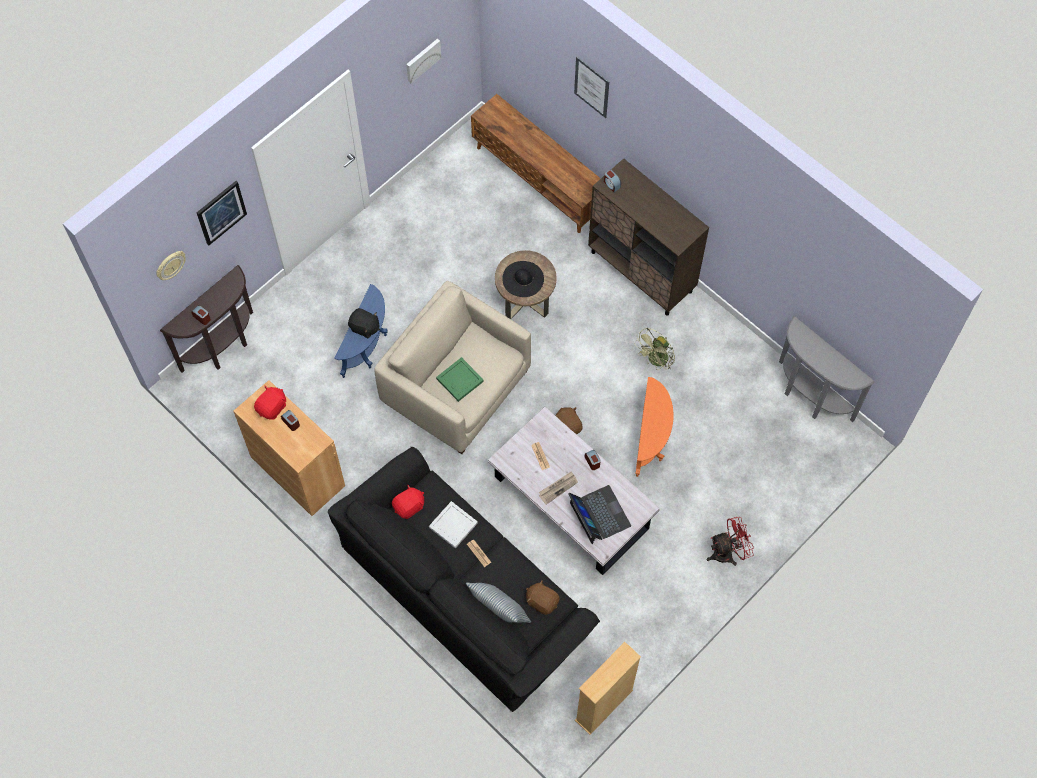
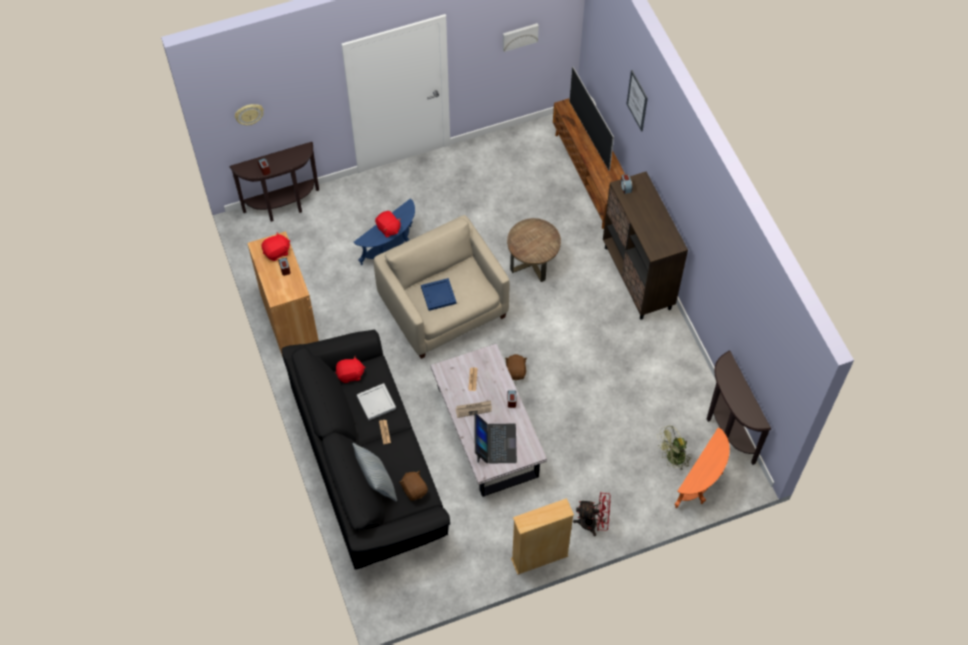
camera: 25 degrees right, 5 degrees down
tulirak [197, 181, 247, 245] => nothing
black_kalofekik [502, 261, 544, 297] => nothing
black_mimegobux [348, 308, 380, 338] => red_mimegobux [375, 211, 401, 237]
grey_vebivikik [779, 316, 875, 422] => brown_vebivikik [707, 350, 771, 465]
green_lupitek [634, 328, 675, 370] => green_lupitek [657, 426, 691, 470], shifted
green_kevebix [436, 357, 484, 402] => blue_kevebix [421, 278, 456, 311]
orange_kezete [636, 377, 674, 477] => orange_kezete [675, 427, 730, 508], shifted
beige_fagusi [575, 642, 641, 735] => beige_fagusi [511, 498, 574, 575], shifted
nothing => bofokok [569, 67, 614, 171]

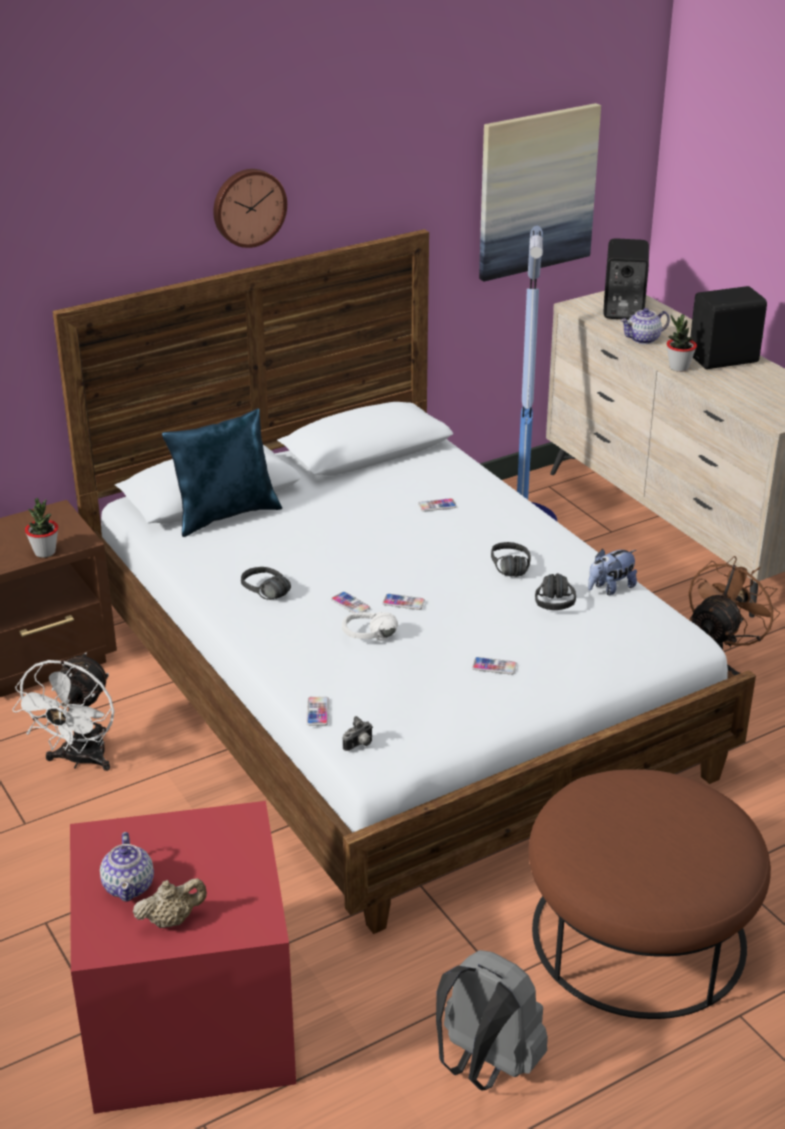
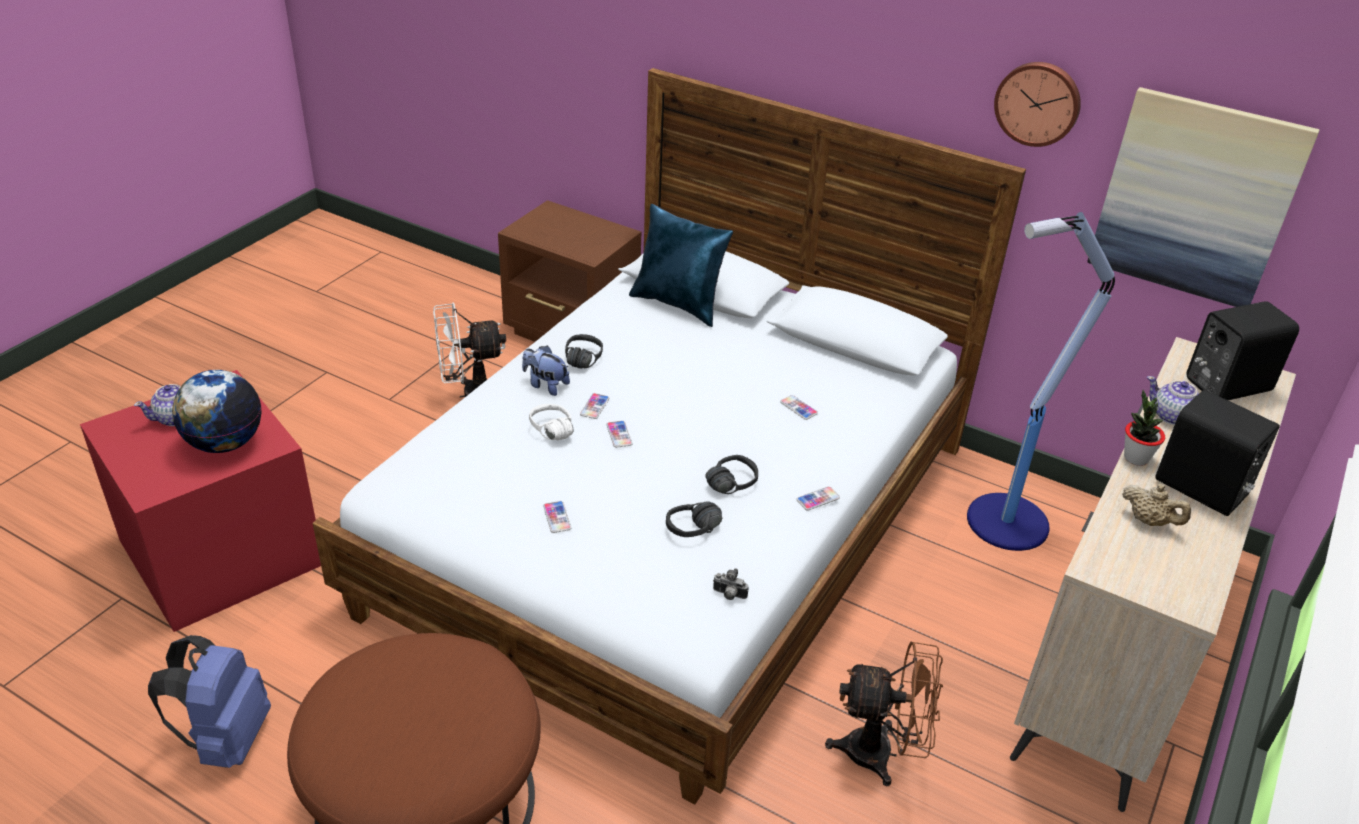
camera: 60 degrees right, 5 degrees up
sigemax [213, 169, 287, 248] => sigemax [994, 62, 1081, 147], shifted
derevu [25, 498, 58, 558] => nothing
mimegobux [588, 549, 637, 595] => mimegobux [522, 346, 570, 396], shifted
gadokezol [306, 697, 329, 726] => gadokezol [796, 486, 840, 511], shifted
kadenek [343, 716, 373, 751] => kadenek [713, 568, 749, 600], shifted
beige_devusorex [133, 878, 207, 928] => beige_devusorex [1122, 484, 1191, 526], shifted
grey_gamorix [436, 950, 548, 1091] => blue_gamorix [148, 635, 271, 768]
nothing => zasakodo [172, 370, 262, 453]

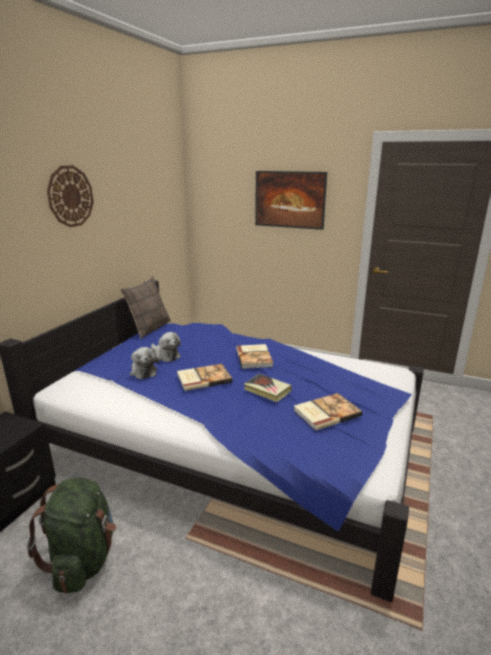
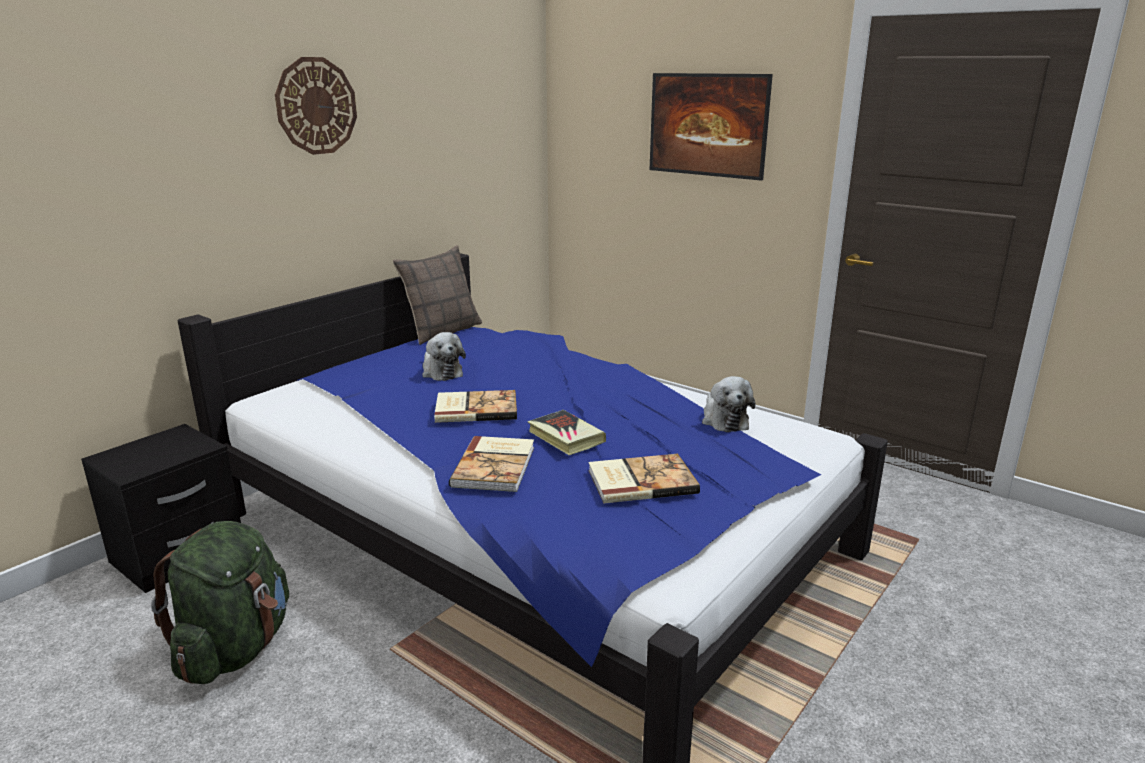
camera: 15 degrees right, 0 degrees up
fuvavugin [236, 344, 273, 369] => fuvavugin [449, 436, 534, 492], shifted
mimegobux [130, 347, 159, 379] => mimegobux [702, 376, 755, 432], shifted

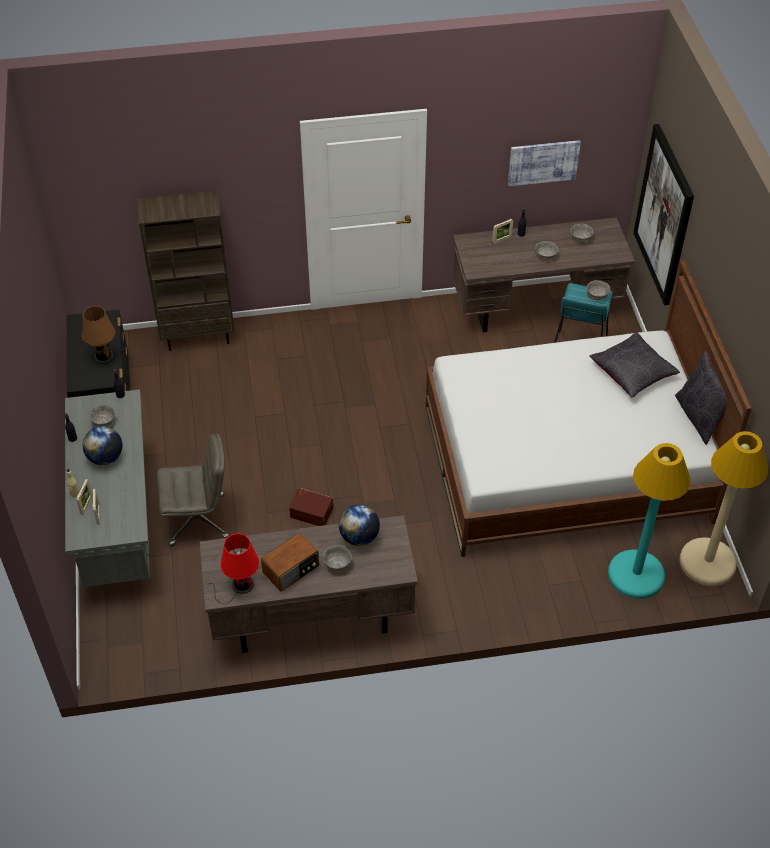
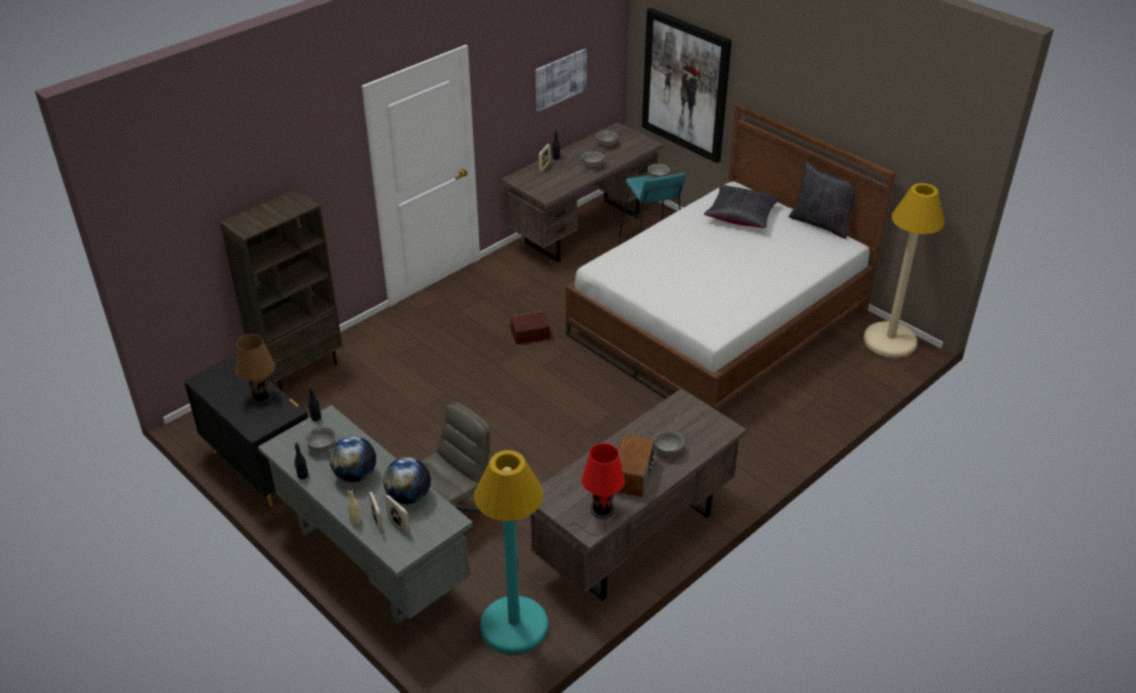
camera: 35 degrees left, 10 degrees down
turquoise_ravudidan [608, 443, 691, 599] => turquoise_ravudidan [474, 450, 548, 654], shifted
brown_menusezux [289, 488, 333, 526] => brown_menusezux [510, 311, 550, 344], shifted
zasakodo [339, 505, 380, 546] => zasakodo [383, 457, 431, 504], shifted

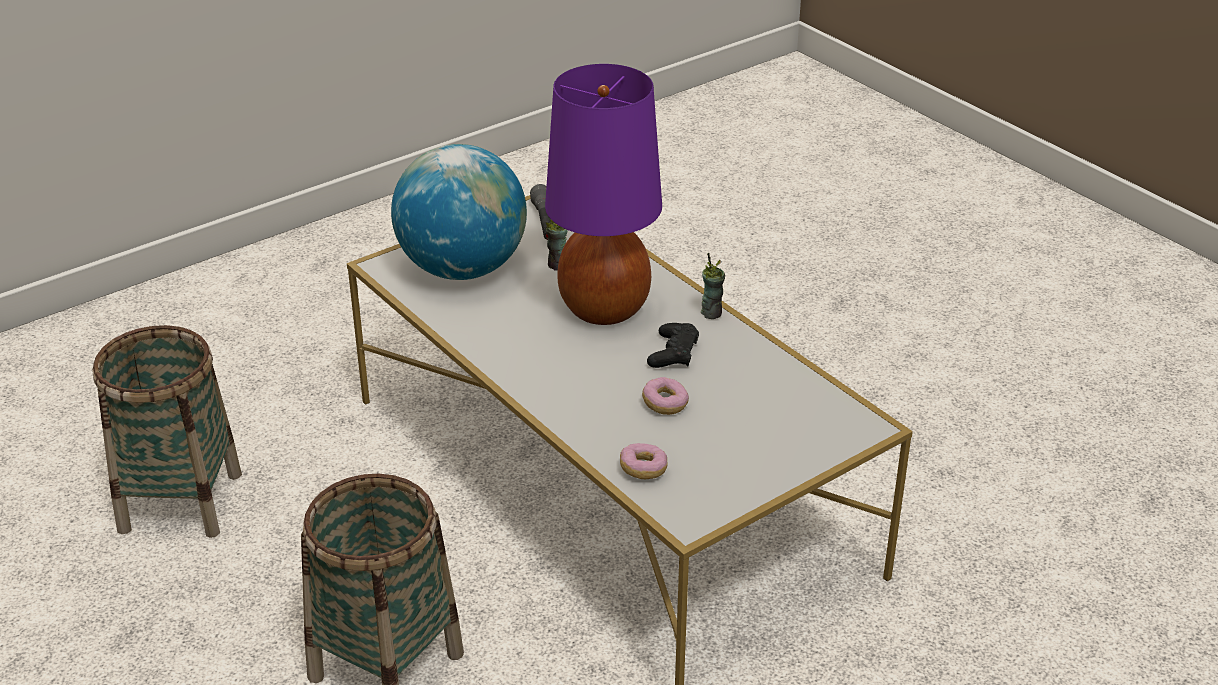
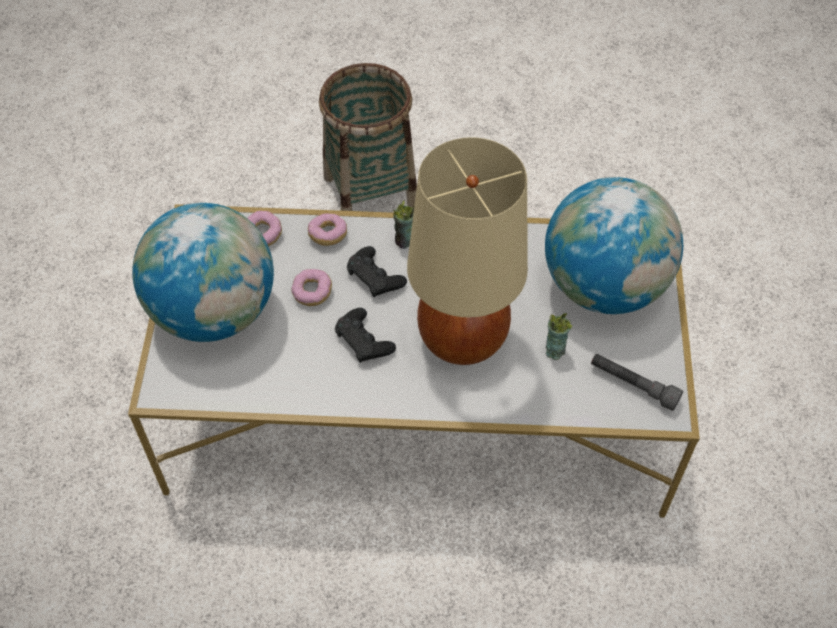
camera: 130 degrees right, 20 degrees up
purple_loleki [545, 64, 662, 325] => beige_loleki [407, 137, 528, 365]
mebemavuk [701, 253, 725, 319] => mebemavuk [393, 201, 415, 249], shifted
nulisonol [92, 325, 242, 538] => nothing
nothing => zasakodo [132, 203, 274, 342]
nothing => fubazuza [308, 213, 347, 246]
nothing => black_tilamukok [347, 246, 407, 297]

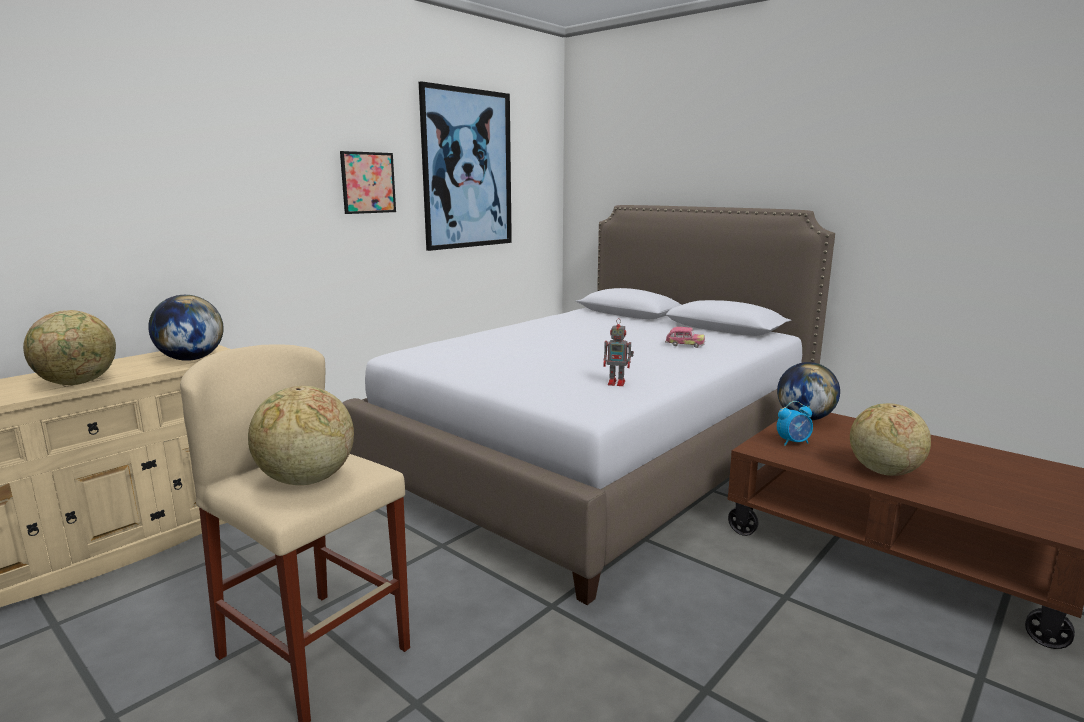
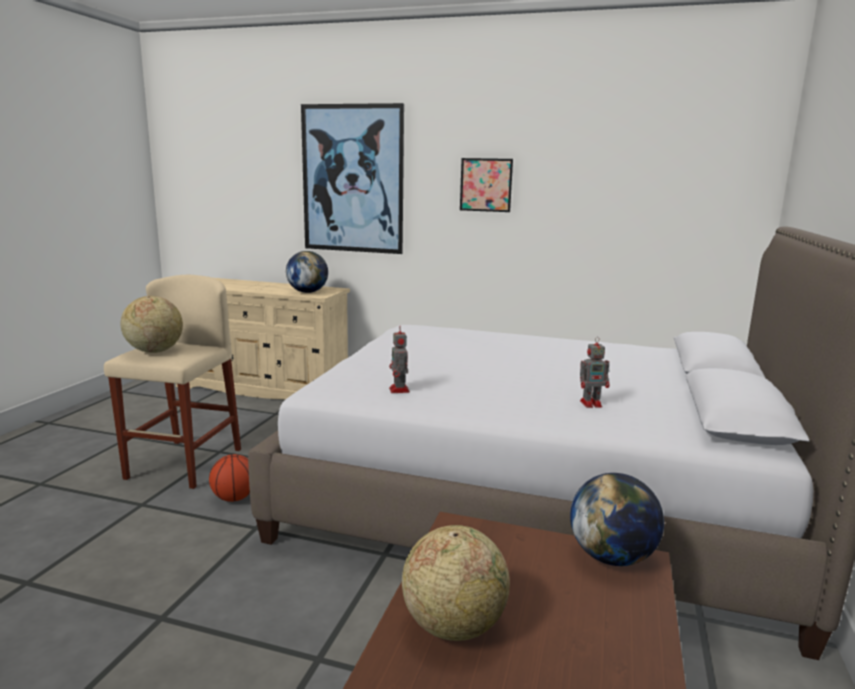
camera: 65 degrees right, 0 degrees up
tulirak [419, 81, 512, 251] => tulirak [301, 103, 404, 254], shifted
zasakodo [23, 310, 116, 385] => nothing
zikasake [665, 327, 705, 348] => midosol [580, 337, 609, 408]
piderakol [777, 401, 813, 446] => nothing
nothing => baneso [209, 454, 250, 502]

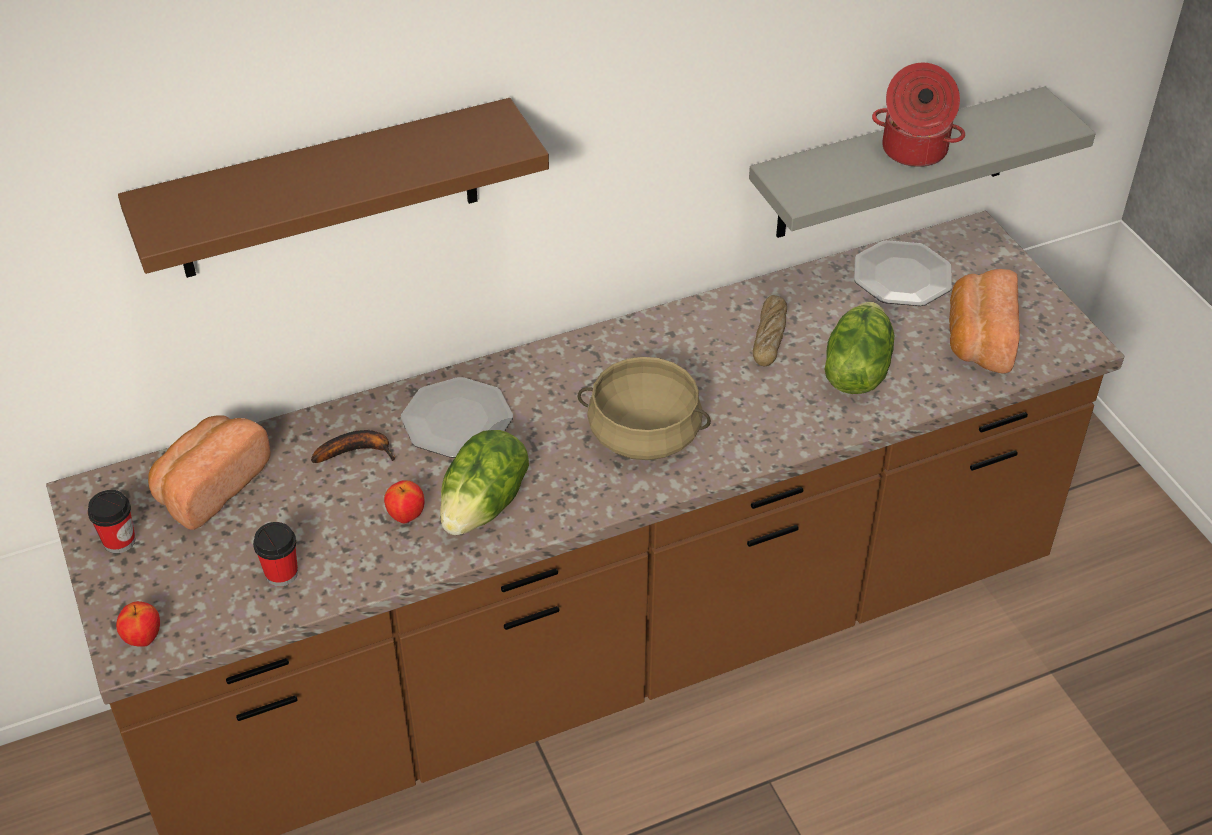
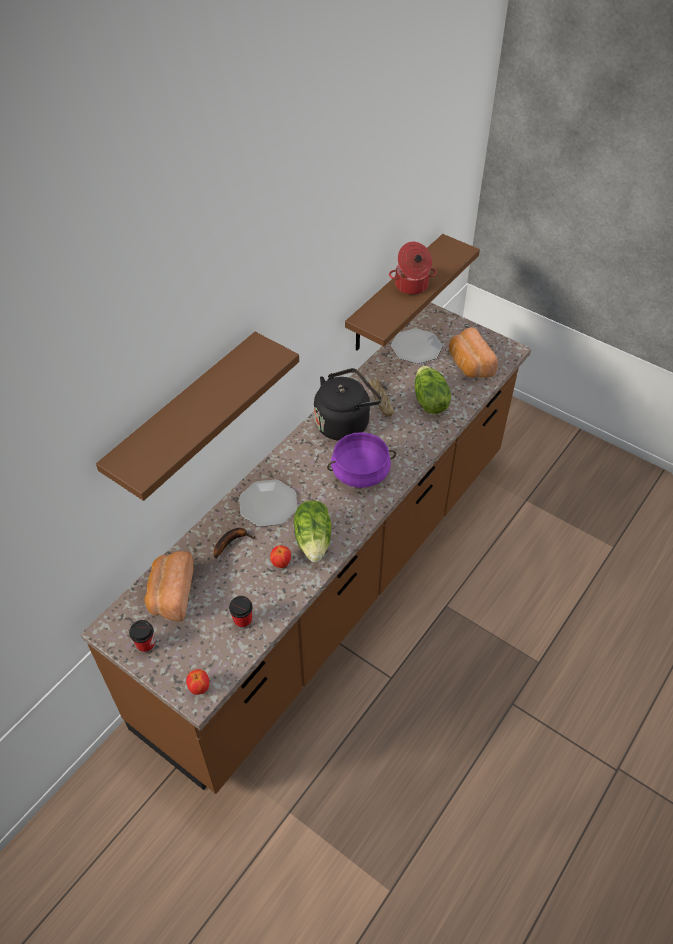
camera: 30 degrees left, 5 degrees up
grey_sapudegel [749, 86, 1096, 238] => brown_sapudegel [345, 234, 480, 351]
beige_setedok [578, 357, 711, 460] => purple_setedok [327, 432, 396, 488]
nothing => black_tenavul [314, 368, 381, 441]

